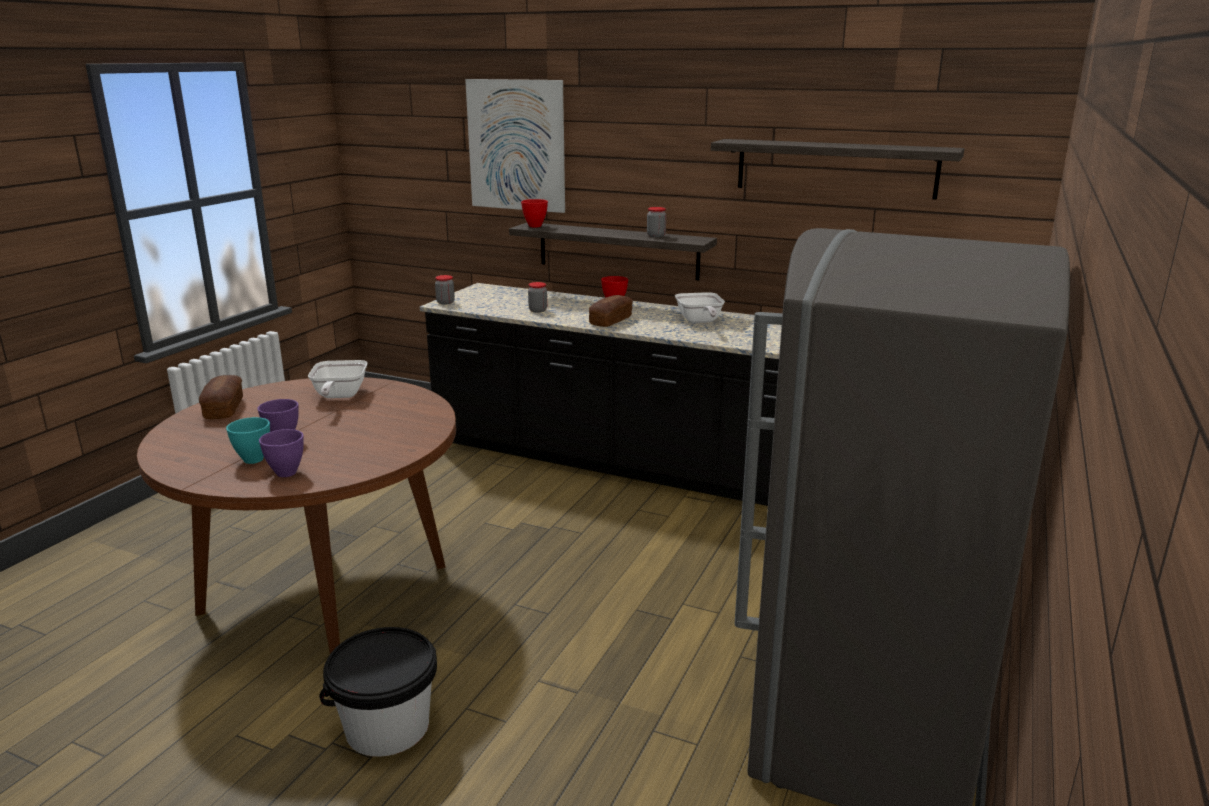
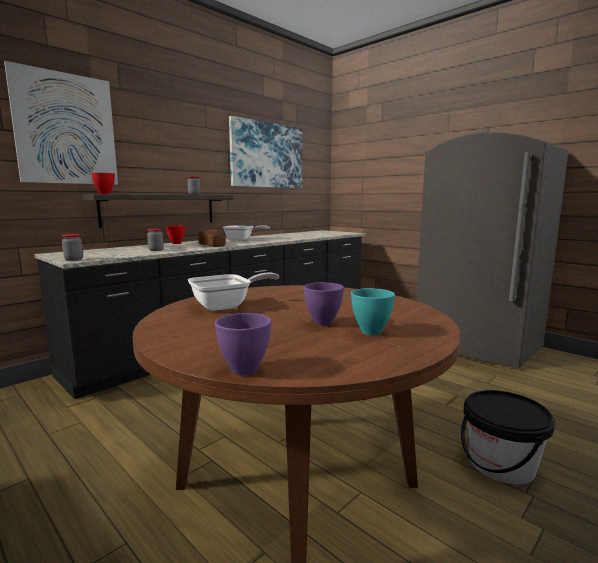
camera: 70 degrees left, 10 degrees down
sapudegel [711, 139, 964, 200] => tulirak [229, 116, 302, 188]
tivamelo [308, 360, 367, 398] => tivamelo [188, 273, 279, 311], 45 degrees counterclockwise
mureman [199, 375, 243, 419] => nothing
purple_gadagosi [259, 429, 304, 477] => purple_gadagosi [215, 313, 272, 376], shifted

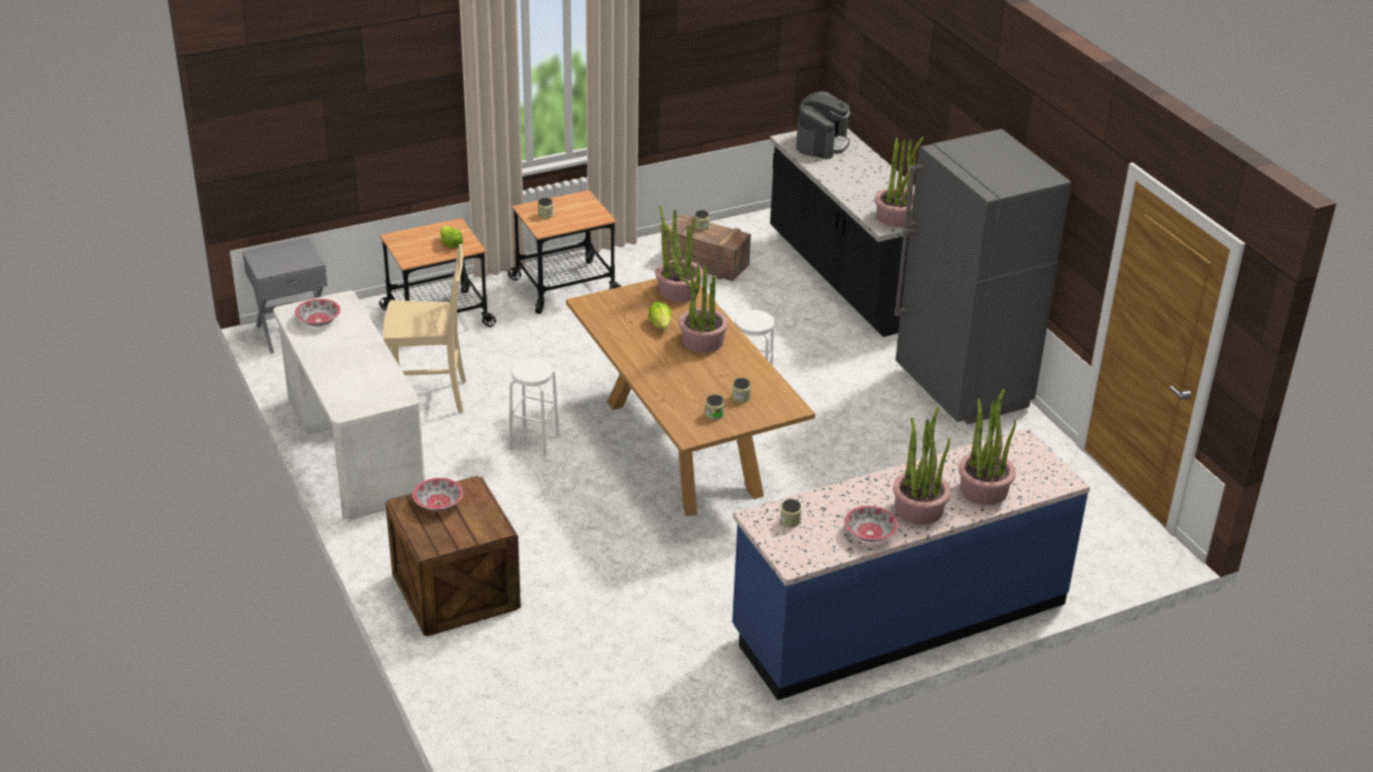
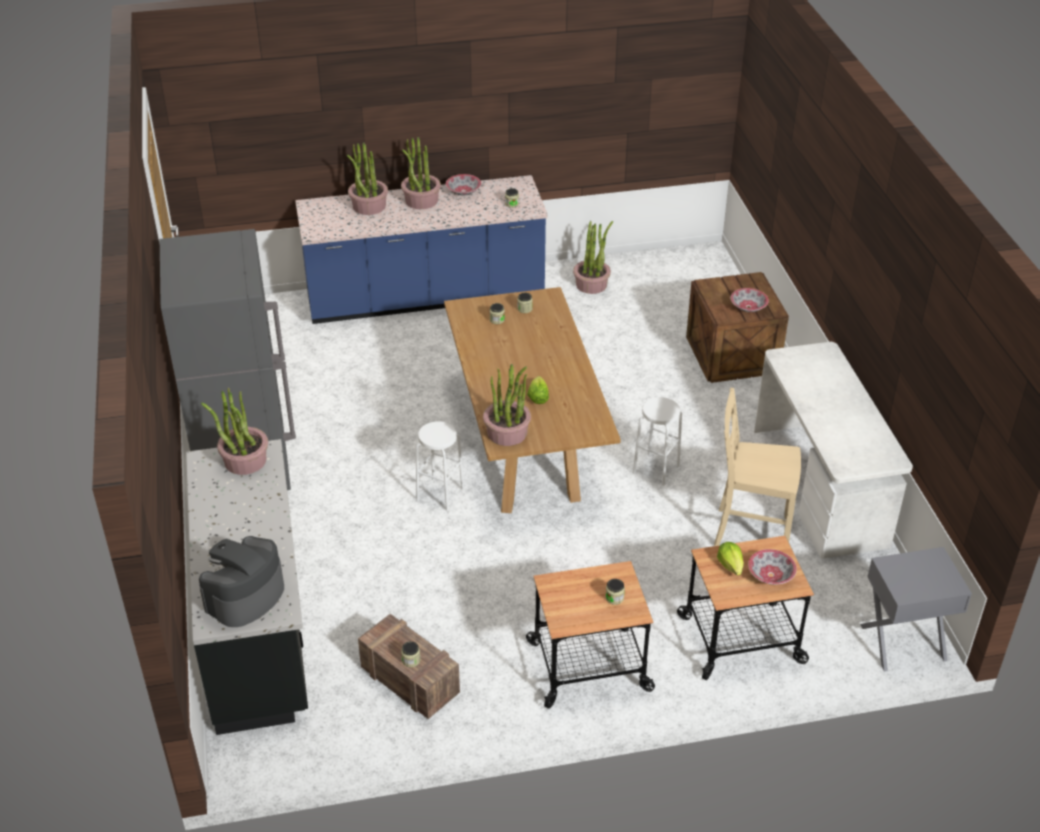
camera: 165 degrees left, 5 degrees up
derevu [679, 264, 728, 353] => derevu [573, 221, 613, 294], shifted
gadagosi [295, 299, 341, 326] => gadagosi [748, 549, 797, 585], shifted

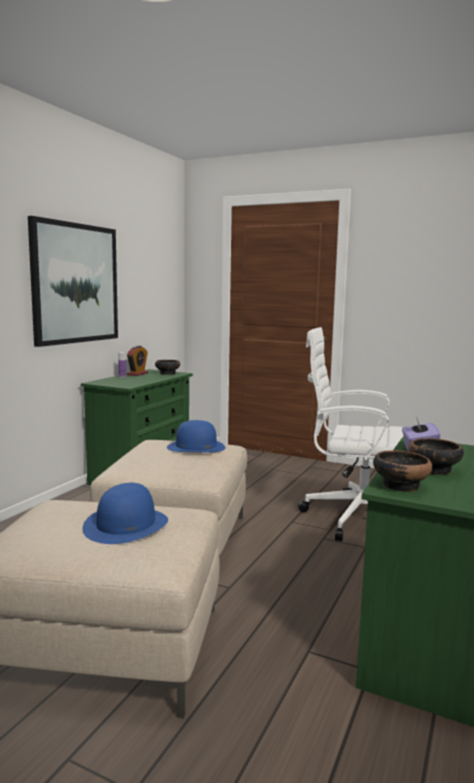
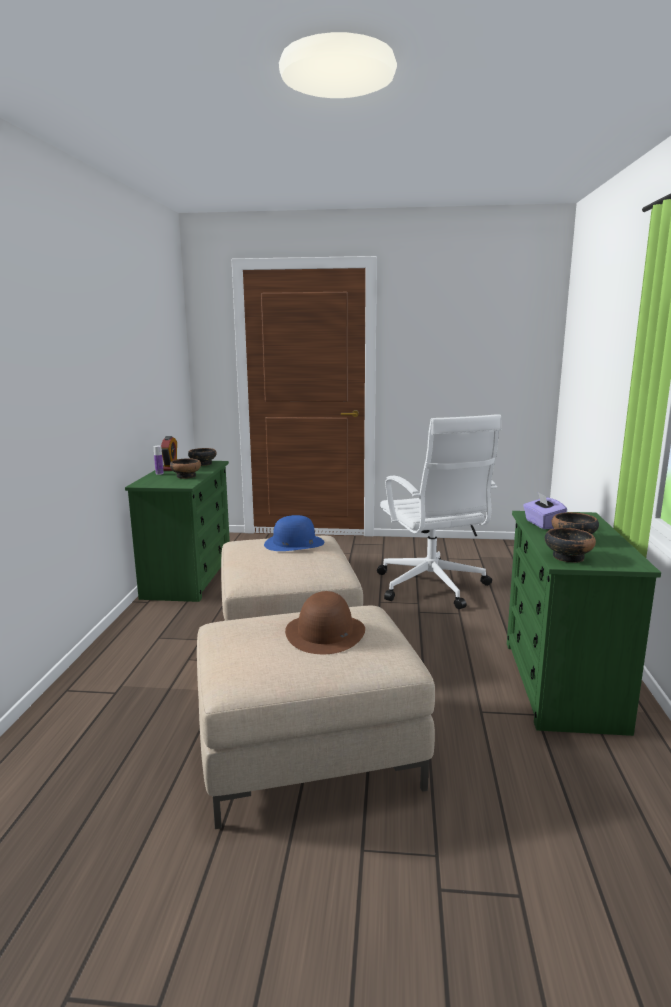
camera: 20 degrees left, 5 degrees up
tulirak [28, 216, 118, 347] => nothing
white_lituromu [298, 327, 404, 541] => white_lituromu [377, 414, 501, 609], 105 degrees counterclockwise
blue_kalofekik [82, 483, 168, 544] => brown_kalofekik [285, 591, 365, 654]
nothing => gadagosi [170, 458, 201, 479]

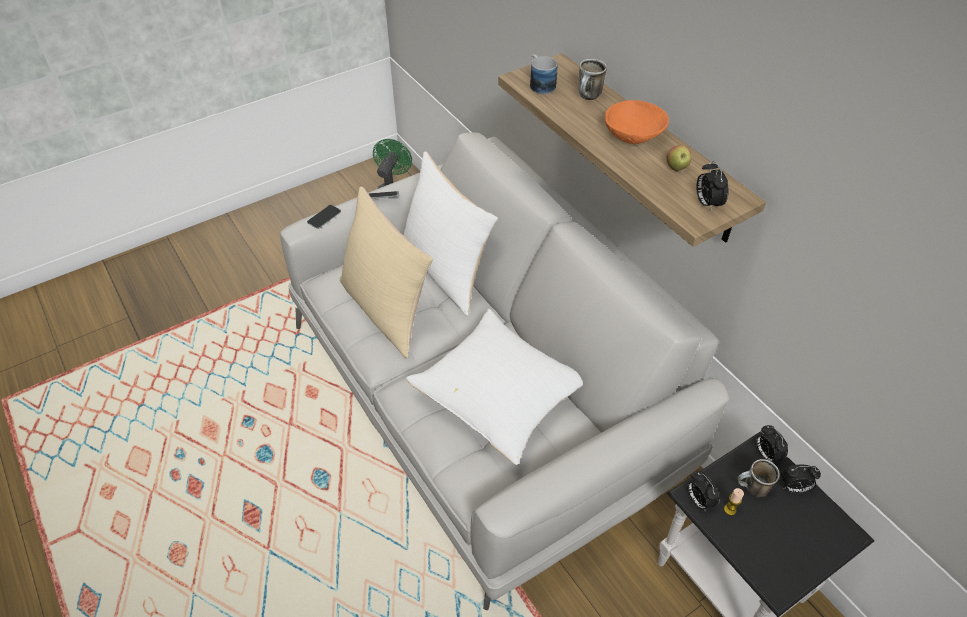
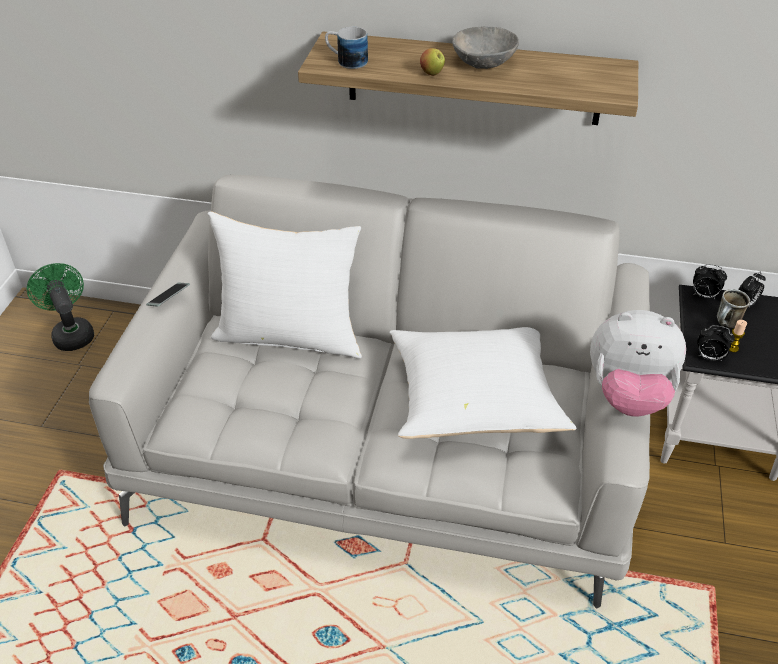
camera: 45 degrees left, 5 degrees down
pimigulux [578, 59, 607, 100] => nothing
orange_gadagosi [605, 100, 669, 144] => grey_gadagosi [452, 26, 519, 69]
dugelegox [666, 145, 691, 171] => dugelegox [420, 48, 445, 76], shifted
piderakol [696, 161, 729, 212] => nothing
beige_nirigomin [340, 187, 433, 358] => nothing
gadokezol [307, 205, 341, 229] => nothing
nothing => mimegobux [590, 310, 686, 417]

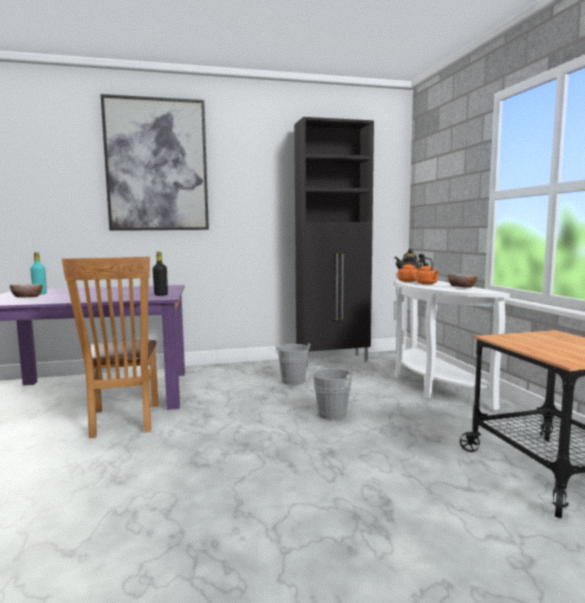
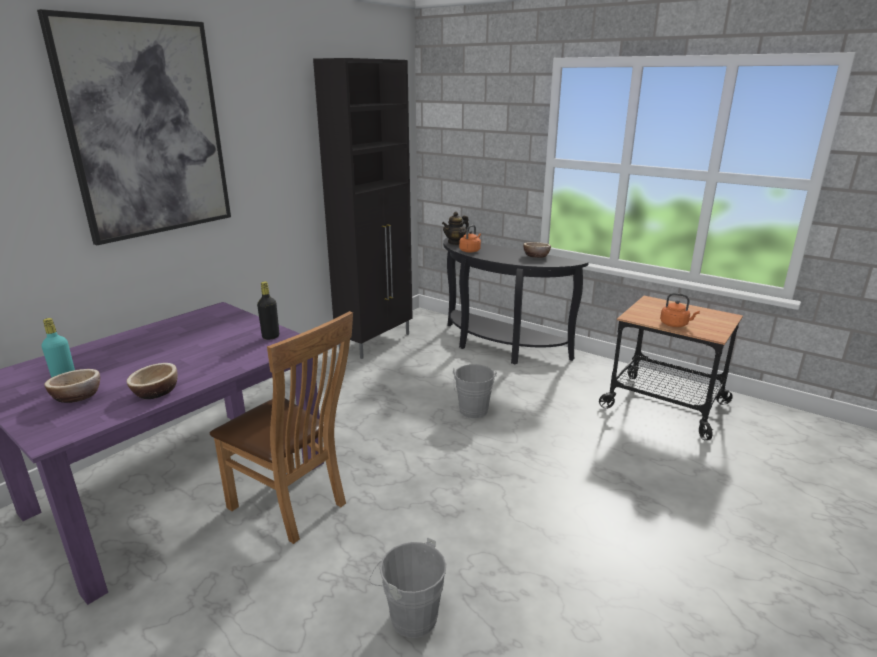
camera: 40 degrees left, 15 degrees up
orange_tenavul [416, 257, 439, 285] => orange_tenavul [660, 293, 700, 327], shifted
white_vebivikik [395, 279, 510, 410] => black_vebivikik [443, 238, 589, 364]
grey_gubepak [275, 343, 310, 385] => grey_gubepak [369, 538, 446, 638], shifted
nothing => gadagosi [127, 363, 178, 399]

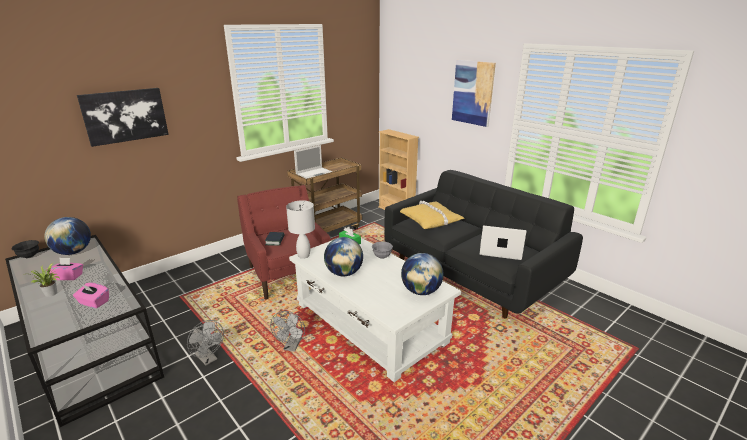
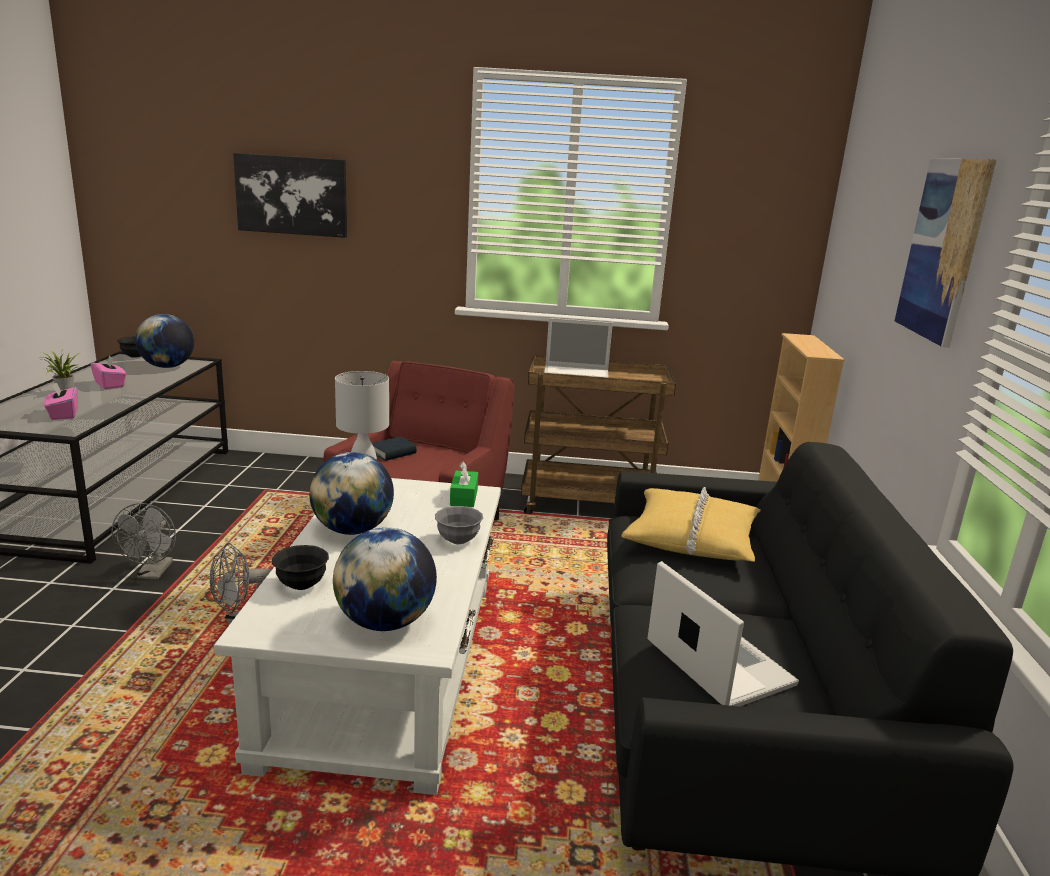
camera: 45 degrees right, 5 degrees down
nothing => black_gadagosi [272, 545, 329, 590]

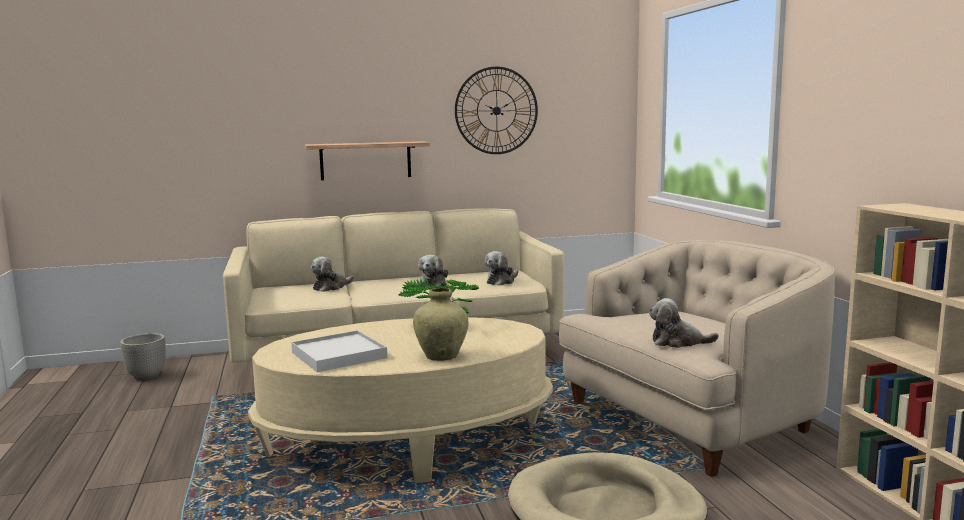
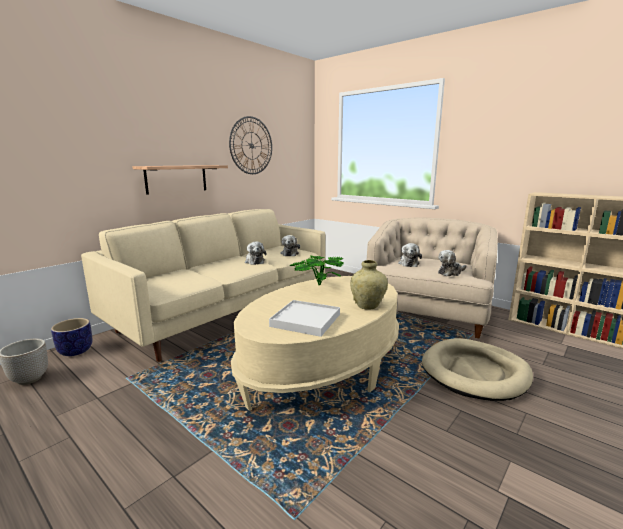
camera: 35 degrees left, 5 degrees up
mimegobux [311, 257, 354, 292] => mimegobux [398, 243, 422, 267], shifted
nothing => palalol [51, 318, 92, 356]

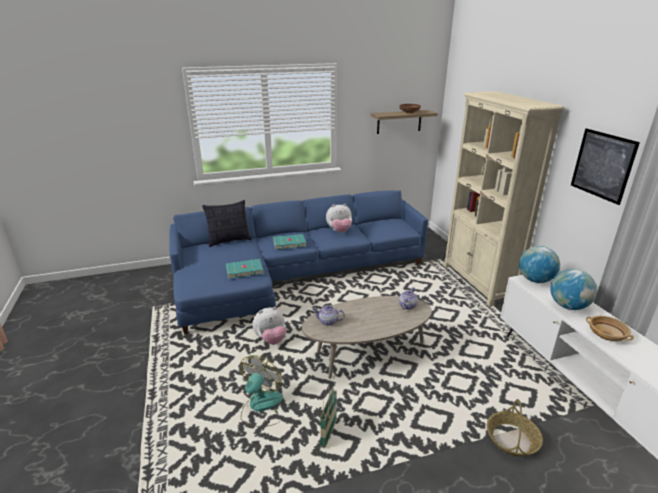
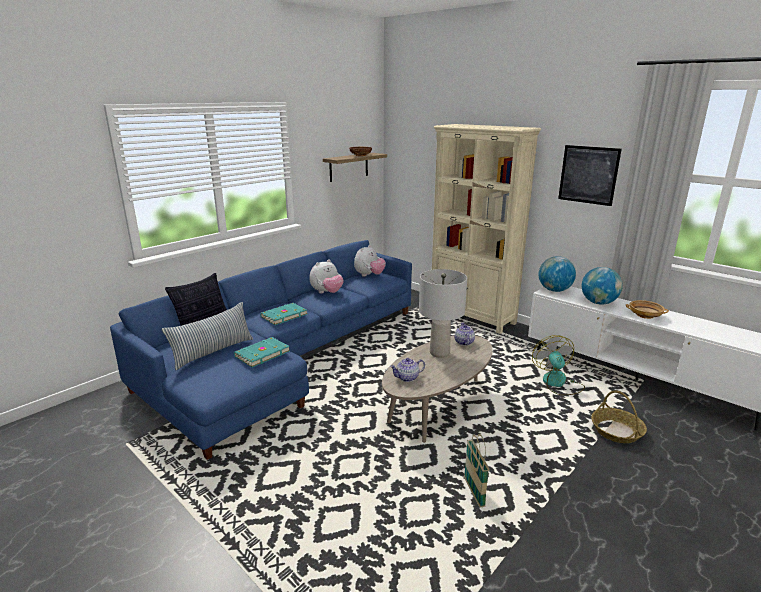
camera: 30 degrees left, 5 degrees down
mimegobux [252, 307, 286, 344] => mimegobux [354, 245, 386, 276], shifted
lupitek [240, 355, 283, 427] => lupitek [532, 335, 585, 395], shifted
nothing => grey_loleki [419, 269, 467, 358]
nothing => nirigomin [162, 302, 253, 370]

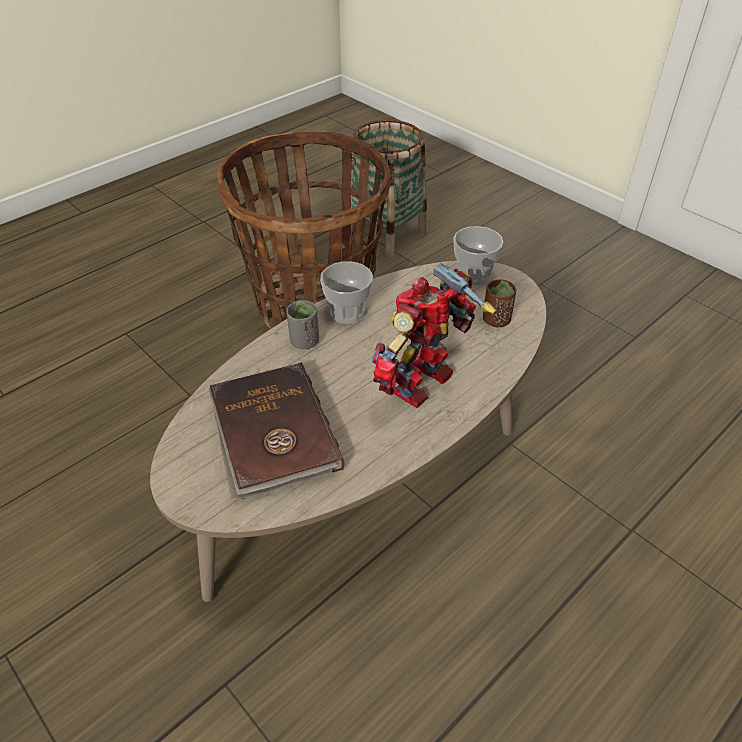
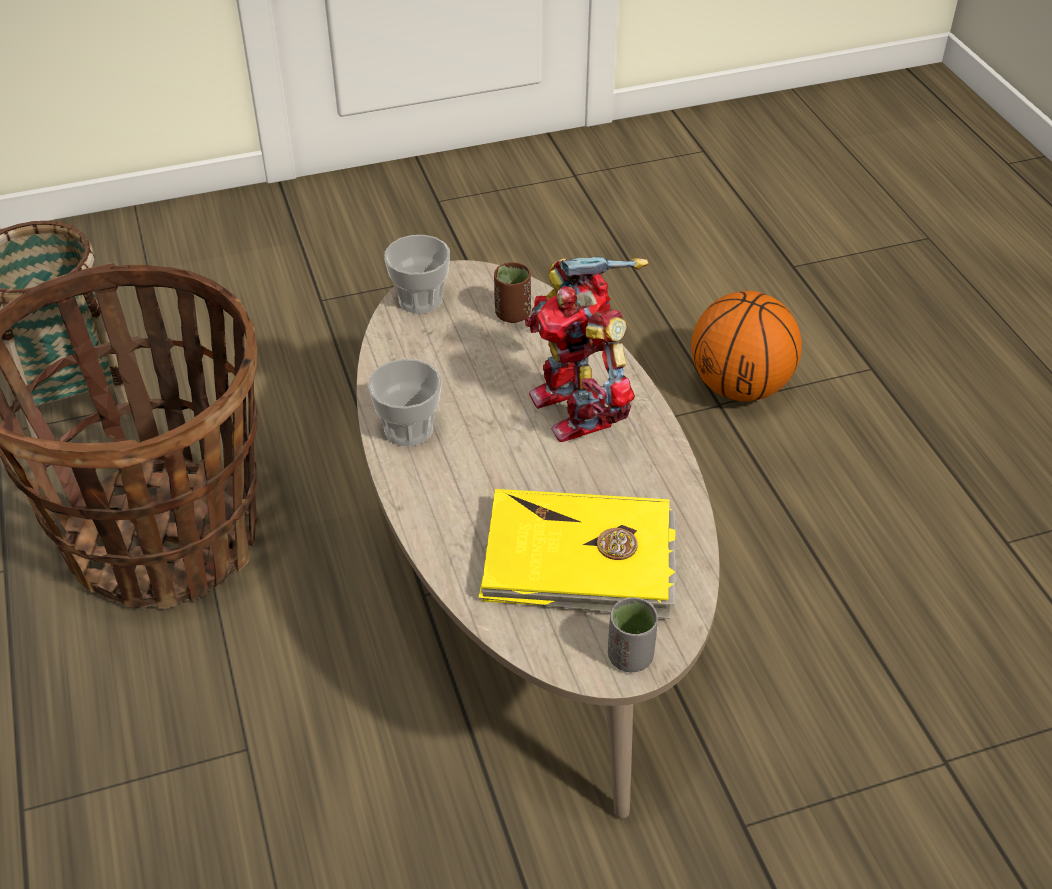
camera: 65 degrees left, 0 degrees up
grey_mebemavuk [286, 300, 319, 349] => grey_mebemavuk [608, 597, 659, 672], shifted
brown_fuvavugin [208, 362, 344, 500] => yellow_fuvavugin [479, 489, 676, 619]
nothing => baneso [691, 291, 802, 402]

